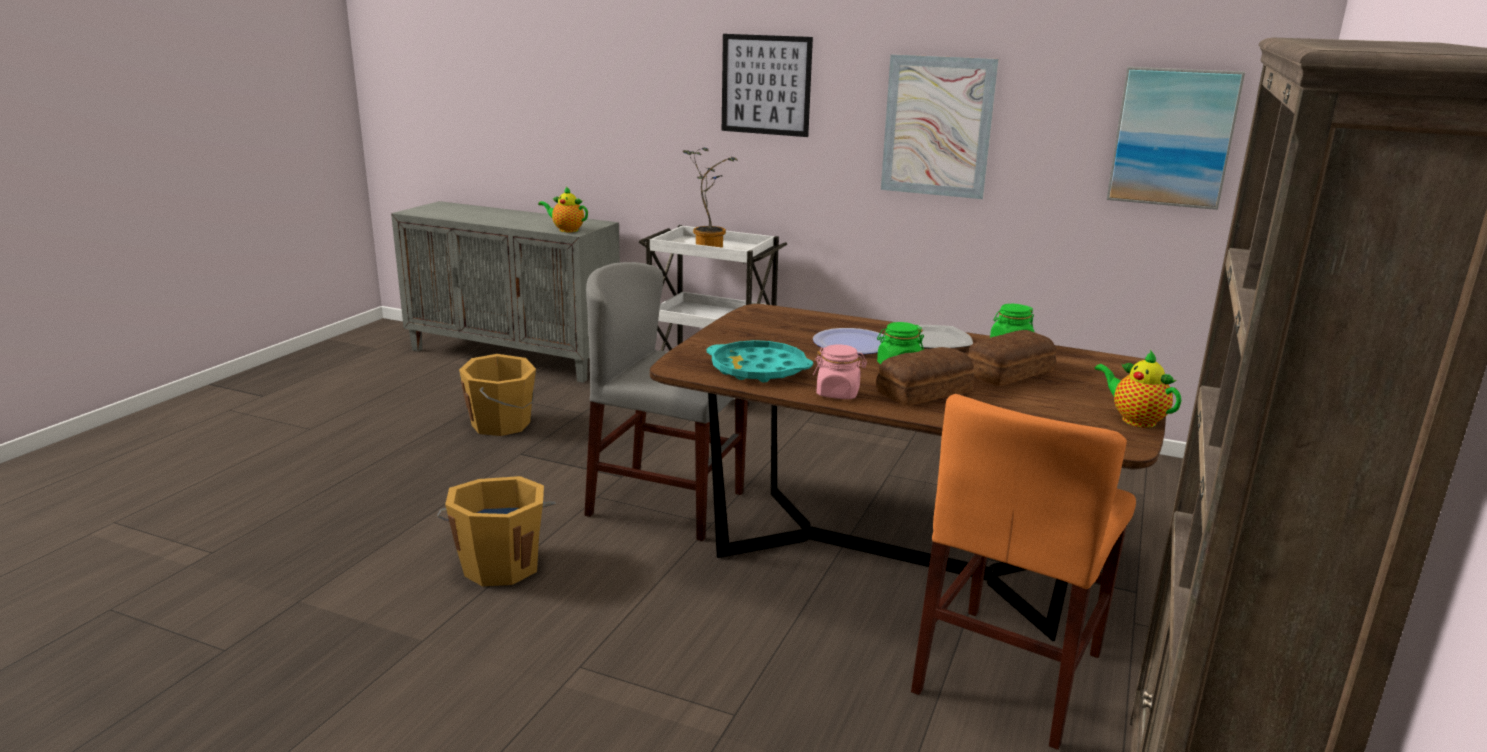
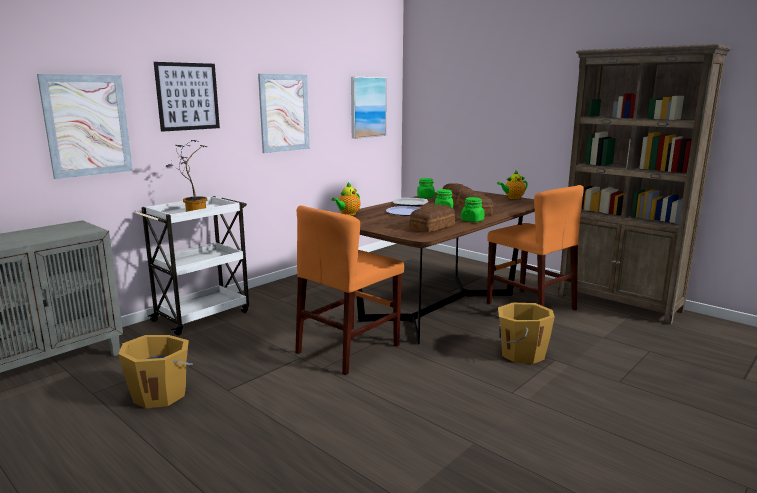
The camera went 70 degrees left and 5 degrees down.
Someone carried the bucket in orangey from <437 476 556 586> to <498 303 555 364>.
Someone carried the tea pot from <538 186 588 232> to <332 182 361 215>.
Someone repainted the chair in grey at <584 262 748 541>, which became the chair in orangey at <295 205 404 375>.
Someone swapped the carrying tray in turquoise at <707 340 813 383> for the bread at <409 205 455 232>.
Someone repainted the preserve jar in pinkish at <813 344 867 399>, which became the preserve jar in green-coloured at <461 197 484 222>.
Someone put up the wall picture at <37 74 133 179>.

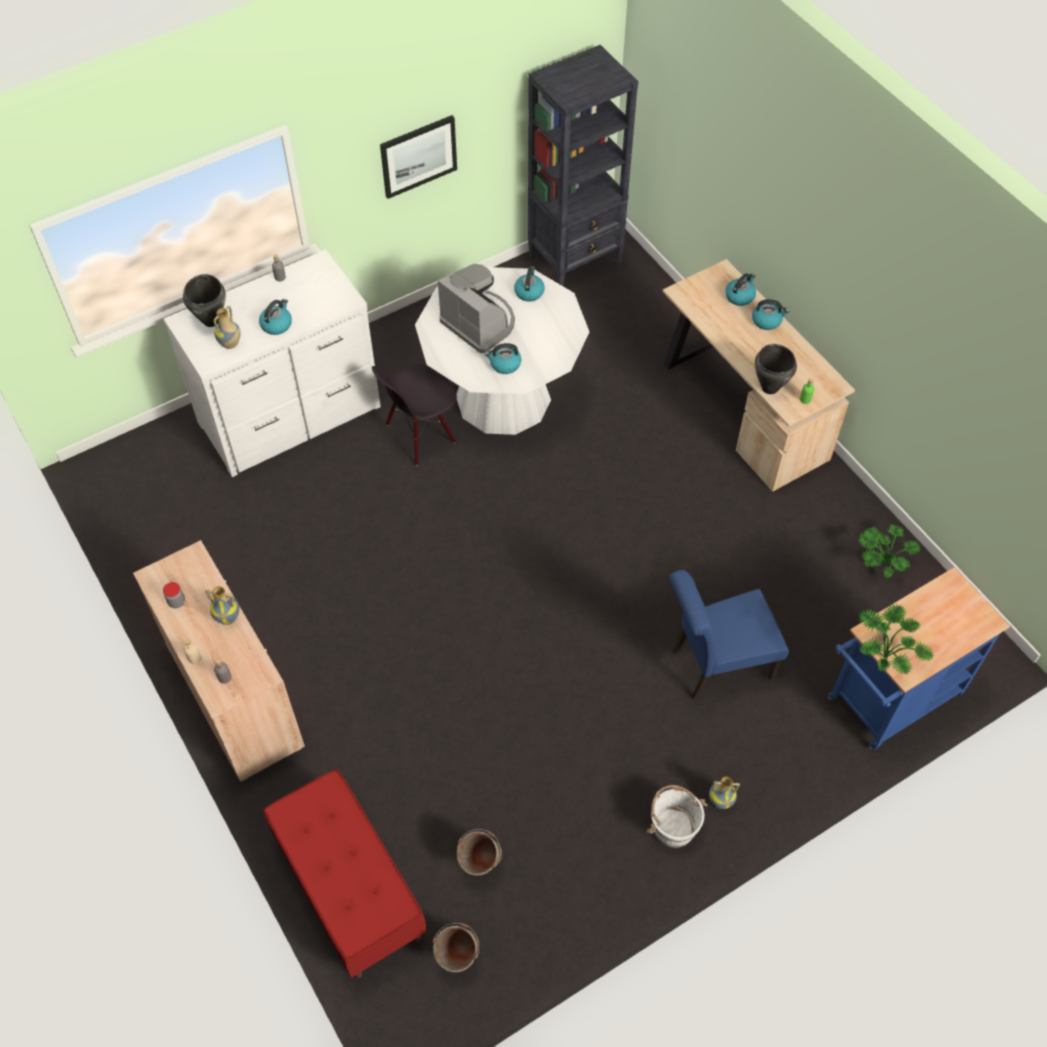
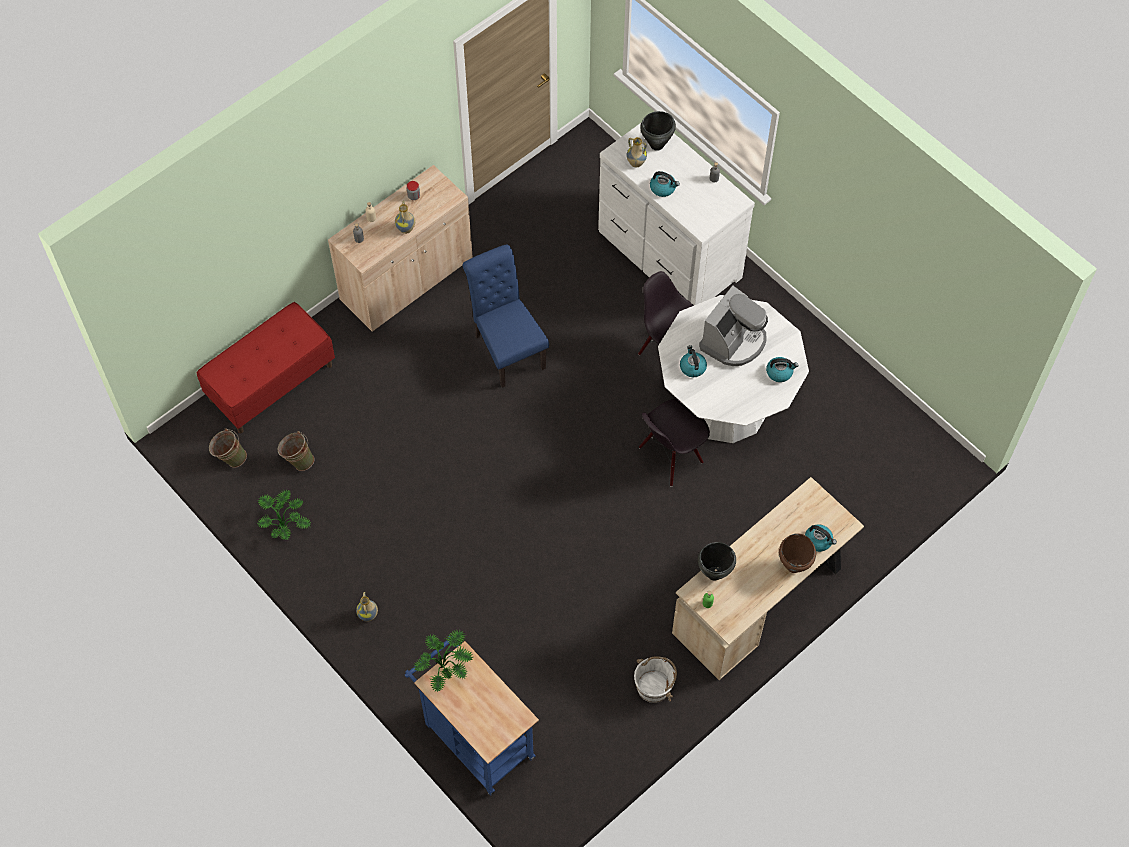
The camera went 80 degrees right and 5 degrees up.
Someone took away the wall picture at <380 115 457 199>.
Someone took away the bookshelf in blackish at <528 45 638 286>.
Someone carried the bucket in white from <646 785 707 848> to <634 656 677 703>.
Someone carried the chair in bluish from <669 570 789 700> to <463 244 549 388>.
Someone swapped the water kettle at <752 299 789 330> for the cooking pot in brown at <779 533 816 573>.
Someone carried the plant in a pot from <858 524 921 578> to <258 489 311 540>.
Someone put down the chair in blackish at <639 399 710 487>.

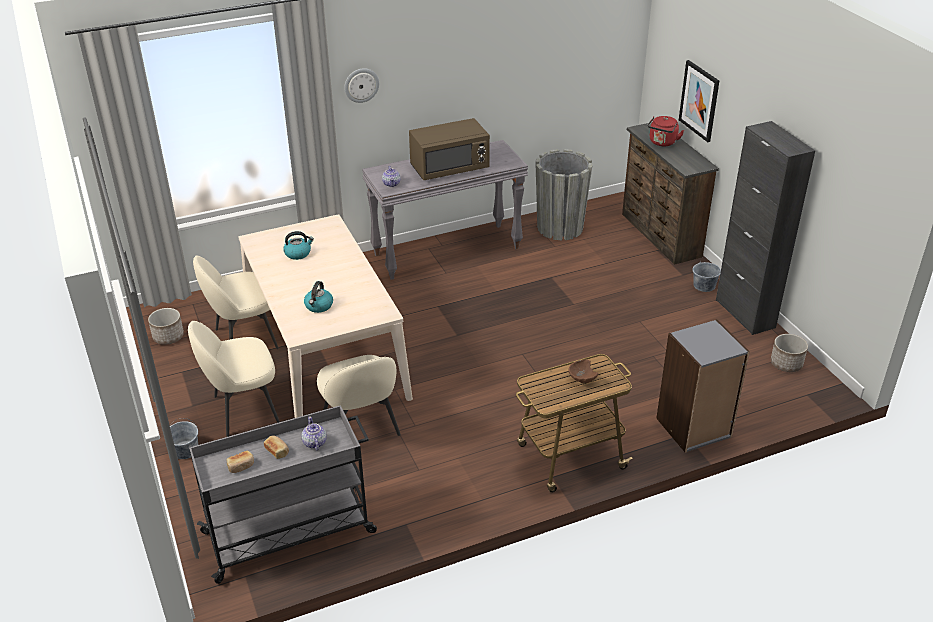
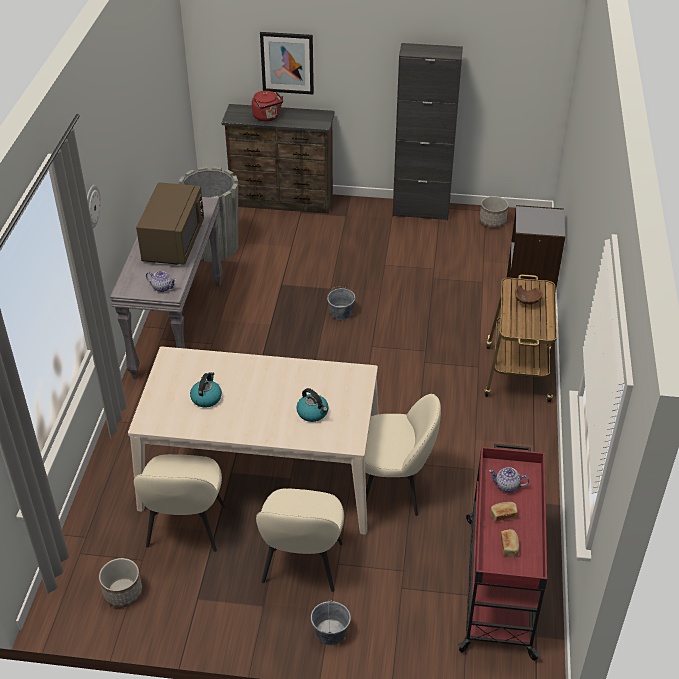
The camera went 60 degrees left and 5 degrees up.
Someone repainted the trolley in grey at <189 405 377 584>, which became the trolley in red-coloured at <458 444 547 661>.
Someone carried the bucket in grey from <692 256 721 292> to <327 286 355 320>.

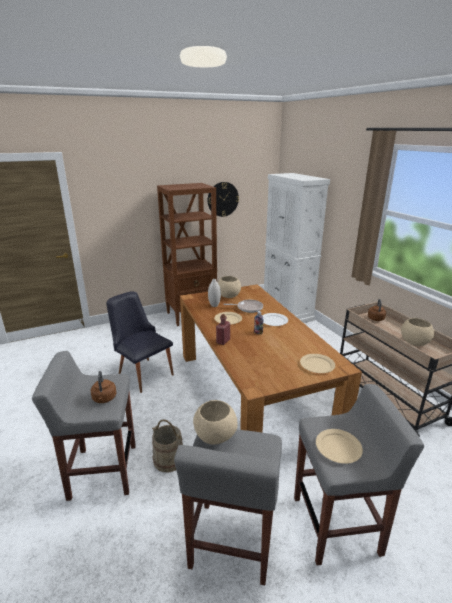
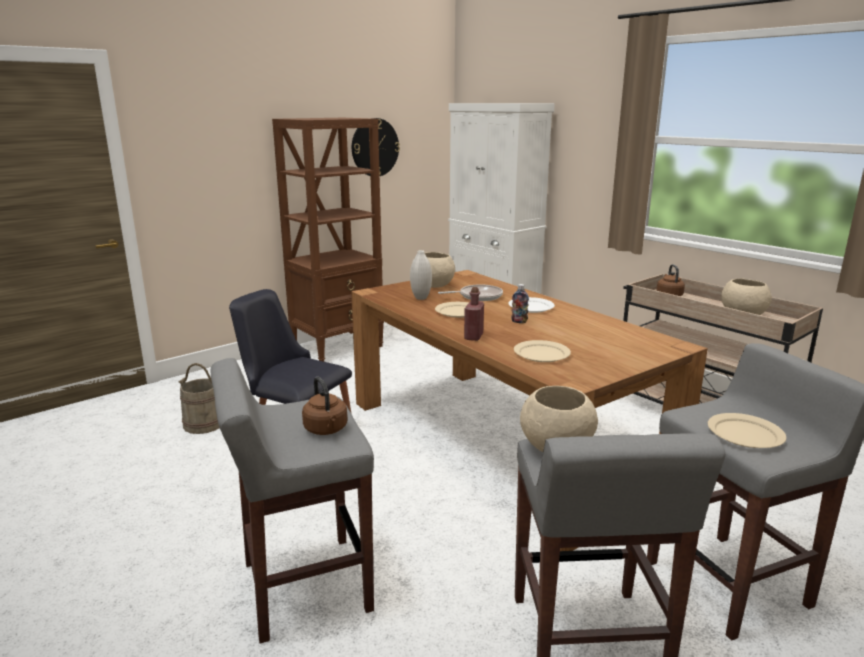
The camera went 15 degrees left and 5 degrees down.
Someone carried the bucket in beige from <152 420 183 472> to <178 363 220 434>.
Someone carried the dinner plate in beige from <300 354 335 373> to <514 340 571 362>.

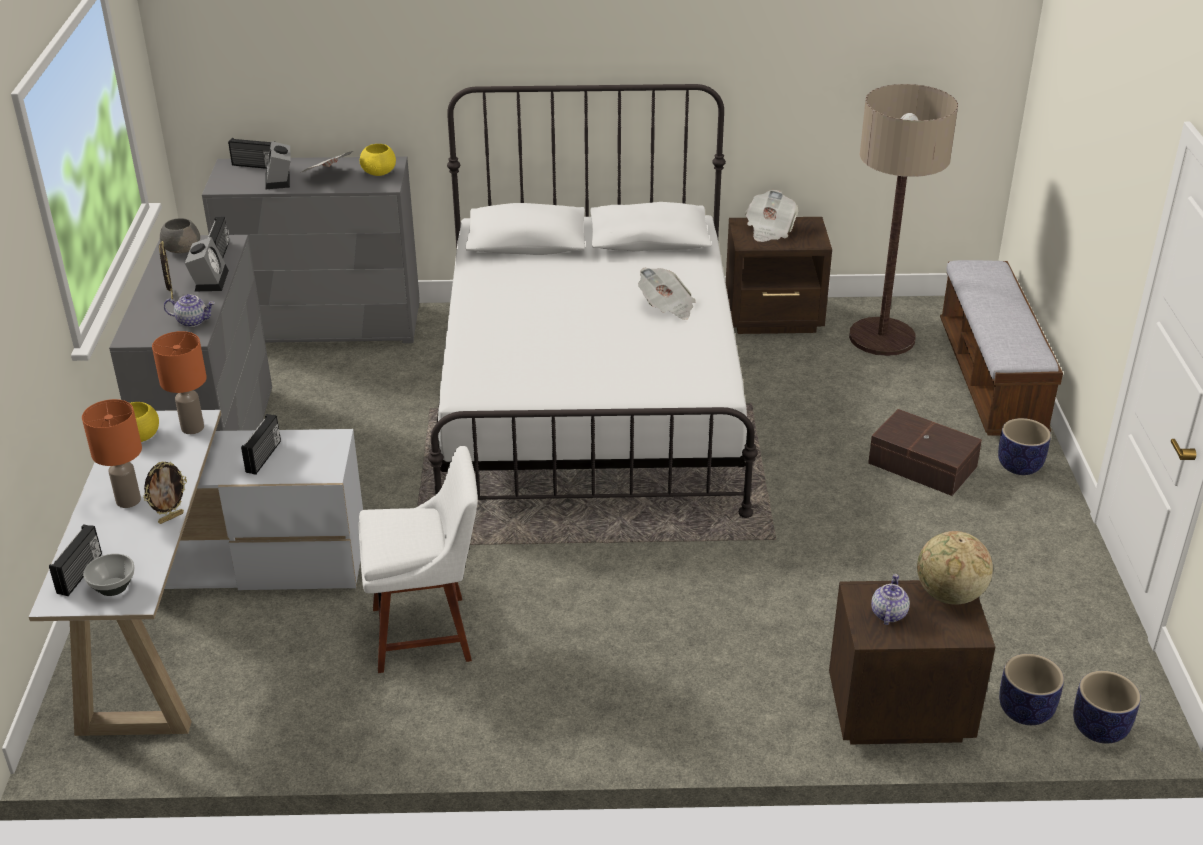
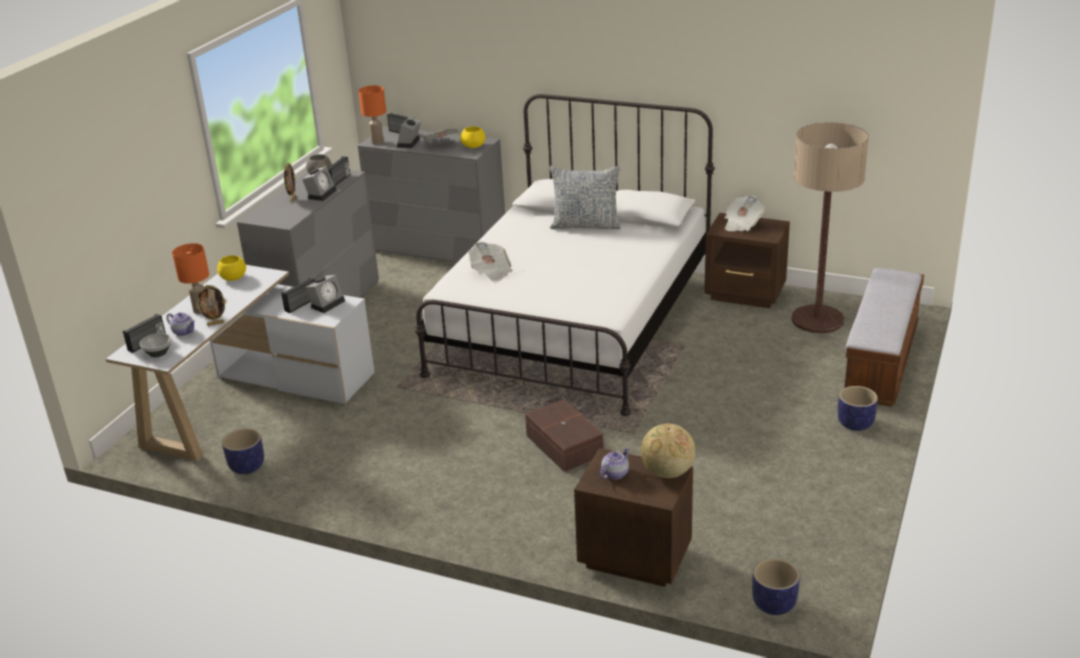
The camera went 25 degrees right and 5 degrees down.
Someone carried the lamp for a table in orangey from <152 331 207 434> to <358 85 386 145>.
Someone carried the tea pot from <164 294 215 327> to <166 312 195 336>.
Someone took away the chair in white at <358 446 478 673>.
Someone carried the newspaper from <638 268 696 320> to <468 241 513 282>.
Someone carried the storage box in brown from <868 409 982 496> to <525 399 604 472>.
Someone carried the plant pot from <999 654 1064 725> to <222 428 264 474>.
Someone put down the bedside clock at <305 275 345 313>.
Someone put down the pillow at <550 166 621 229>.

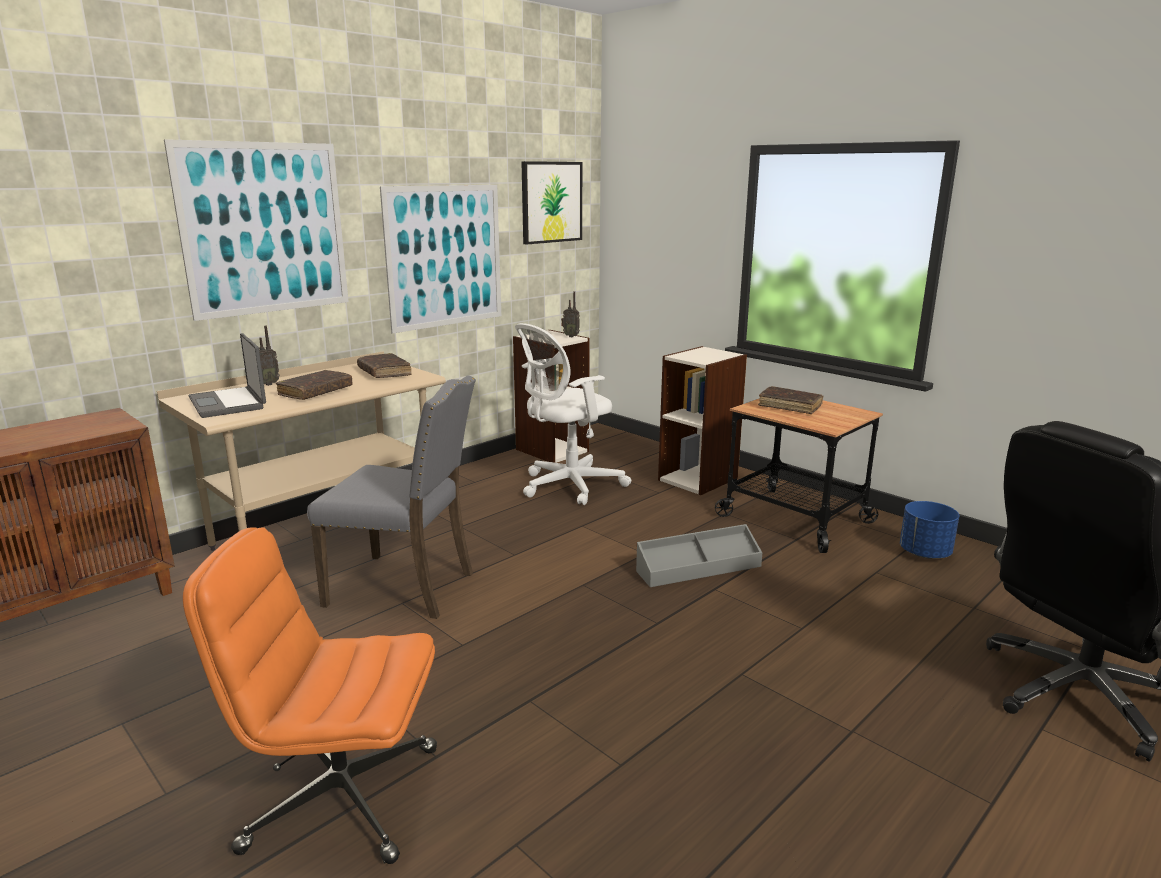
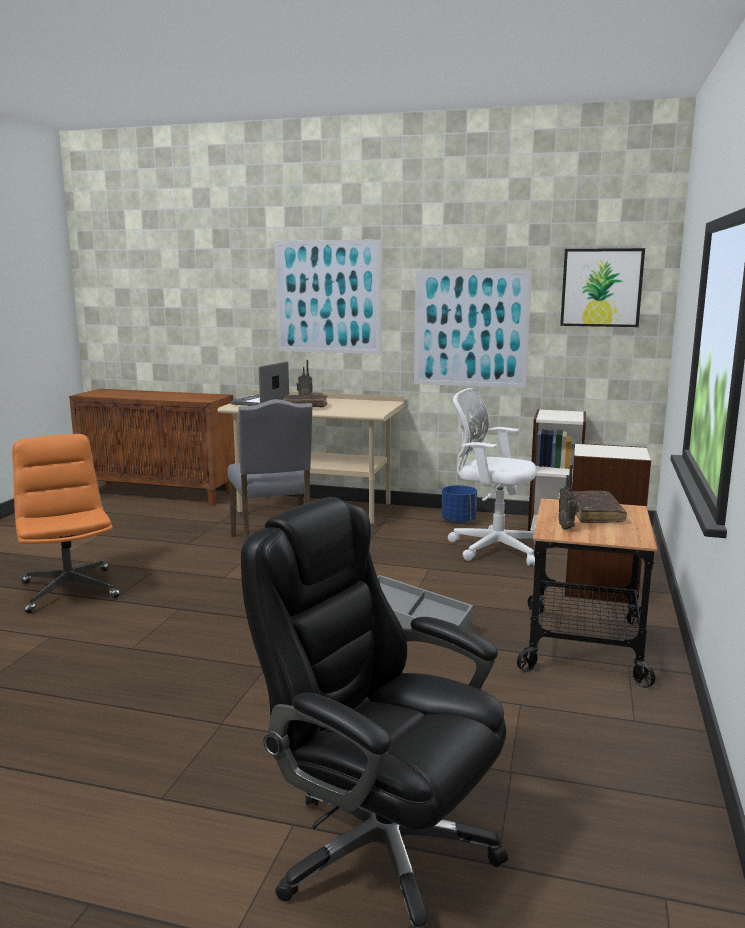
The camera went 60 degrees right and 5 degrees down.
Someone took away the volume in brown at <357 353 412 378>.
Someone carried the radio from <561 291 580 337> to <558 465 580 530>.
Someone carried the plant pot in bluish from <900 501 959 559> to <441 485 477 524>.

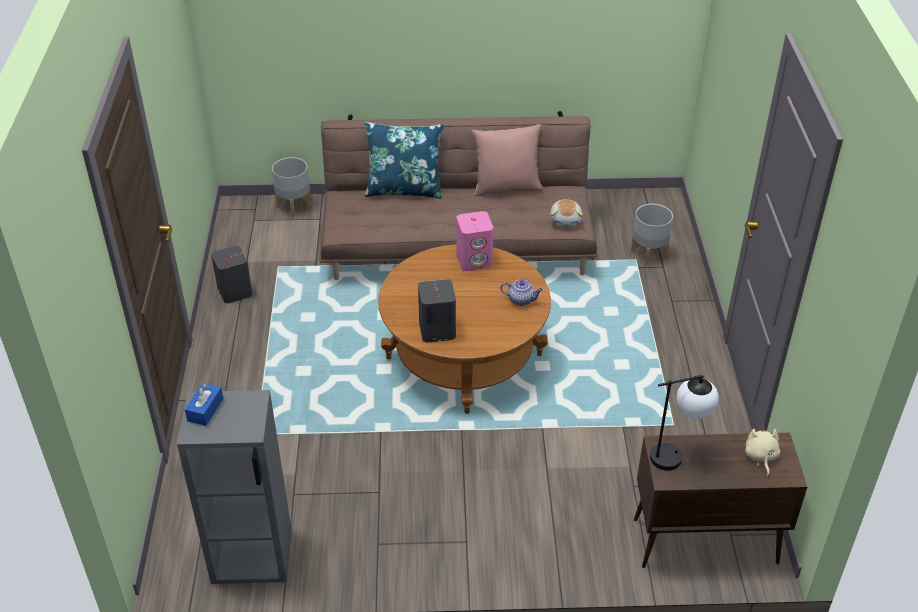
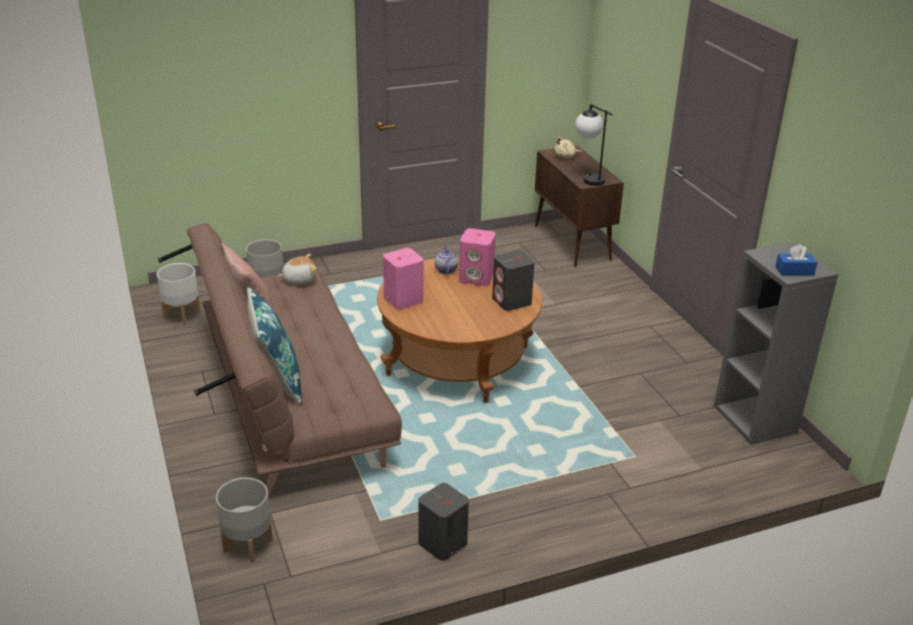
The camera went 110 degrees left and 10 degrees down.
Someone put down the plant pot in white at <157 263 201 325>.
Someone put down the speaker in pinkish at <459 228 496 286>.

